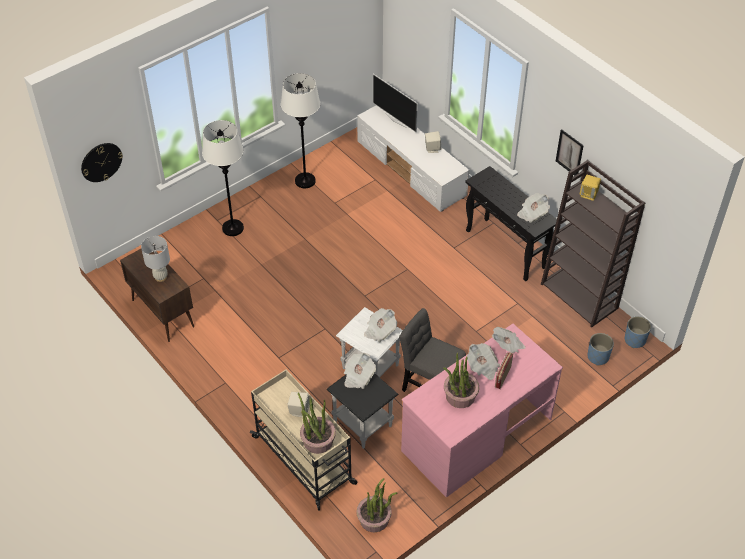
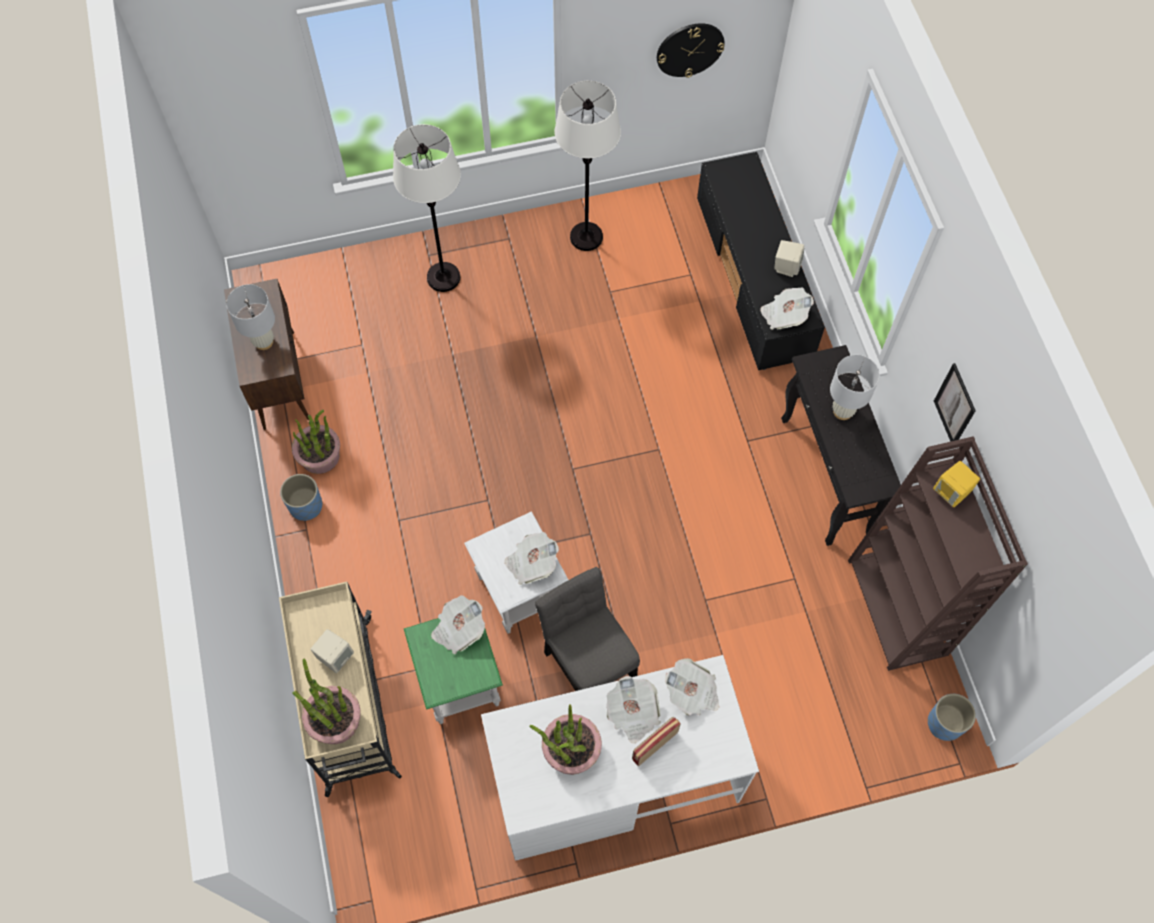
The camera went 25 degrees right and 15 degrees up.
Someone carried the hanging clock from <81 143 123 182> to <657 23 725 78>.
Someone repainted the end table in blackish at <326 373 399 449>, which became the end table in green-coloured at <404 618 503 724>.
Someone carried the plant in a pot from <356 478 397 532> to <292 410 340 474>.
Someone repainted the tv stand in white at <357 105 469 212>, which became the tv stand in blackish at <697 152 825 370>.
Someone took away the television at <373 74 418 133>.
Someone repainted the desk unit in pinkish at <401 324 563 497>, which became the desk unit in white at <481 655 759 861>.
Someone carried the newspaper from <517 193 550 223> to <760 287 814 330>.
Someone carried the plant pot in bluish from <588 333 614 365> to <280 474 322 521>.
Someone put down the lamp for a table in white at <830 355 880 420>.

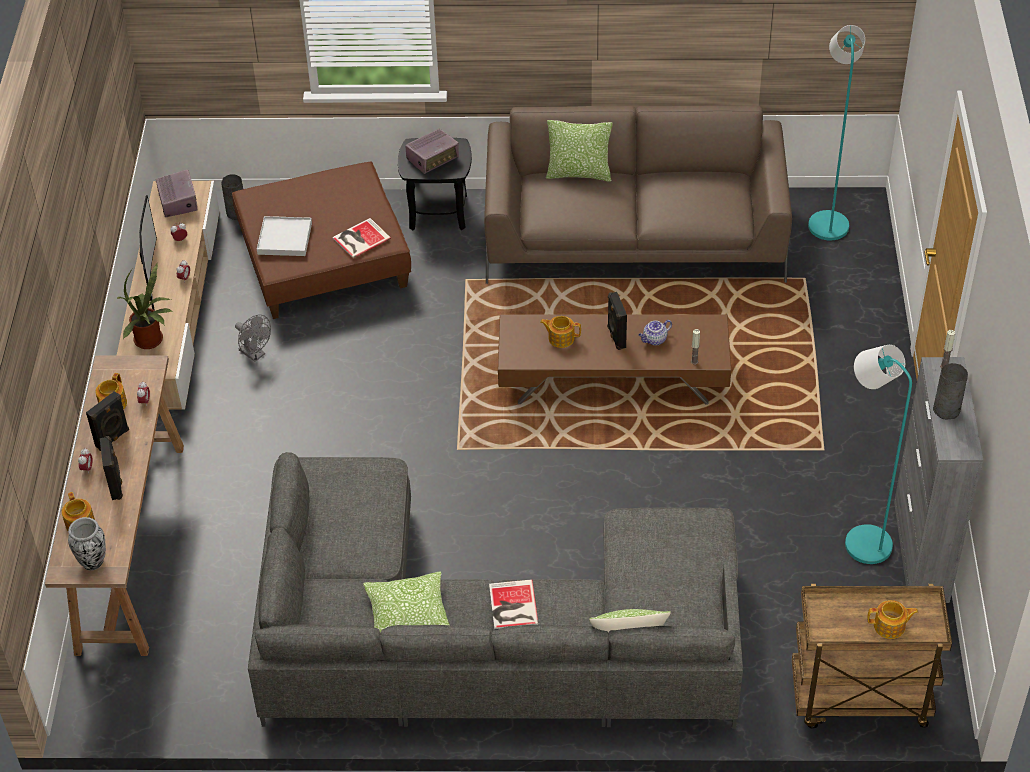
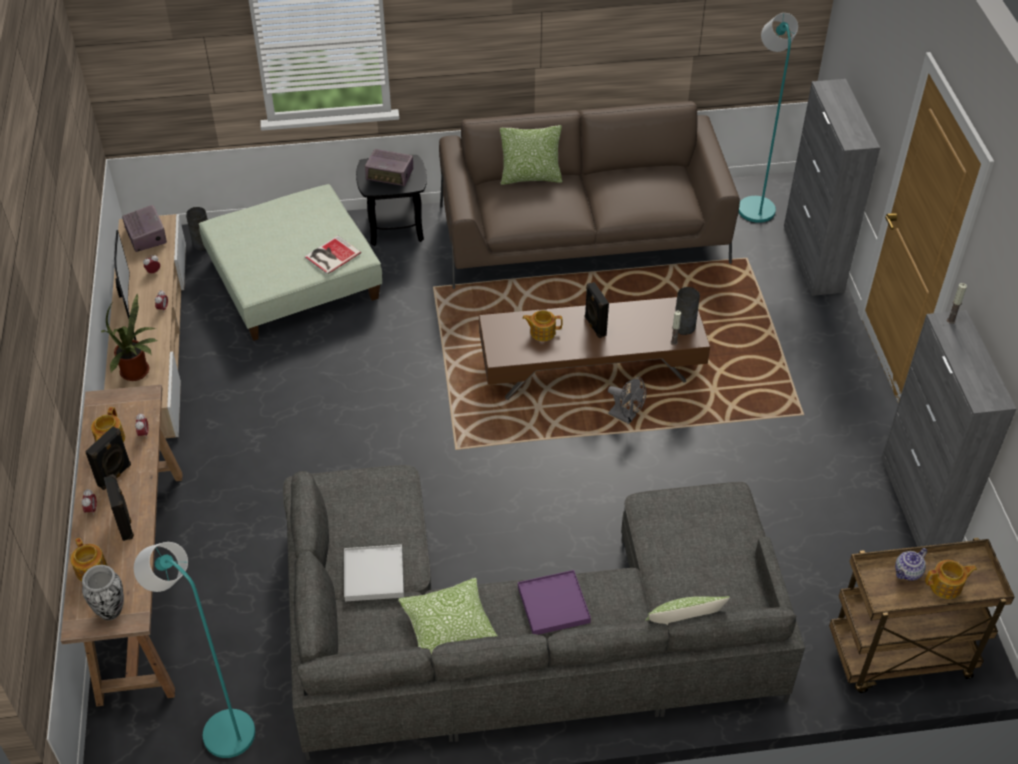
The camera went 10 degrees left and 0 degrees up.
Someone repainted the footrest in brown at <232 162 411 319>, which became the footrest in green-coloured at <199 184 382 341>.
Someone carried the cooling fan in grey from <235 314 271 362> to <608 377 646 424>.
Someone carried the carrying tray in white from <257 216 312 256> to <344 544 404 602>.
Someone rotated the radio at <405 129 459 174> by 60 degrees clockwise.
Someone swapped the volume at <489 579 538 629> for the carrying tray in purplish at <518 570 591 635>.
Someone carried the tea pot from <639 320 672 346> to <895 548 927 581>.
Someone carried the standard lamp in turquoise from <845 345 912 564> to <134 542 255 758>.
Someone carried the decorative vase in grey from <933 363 968 420> to <675 287 700 335>.
Someone put down the storage cabinet in grey at <784 79 880 296>.

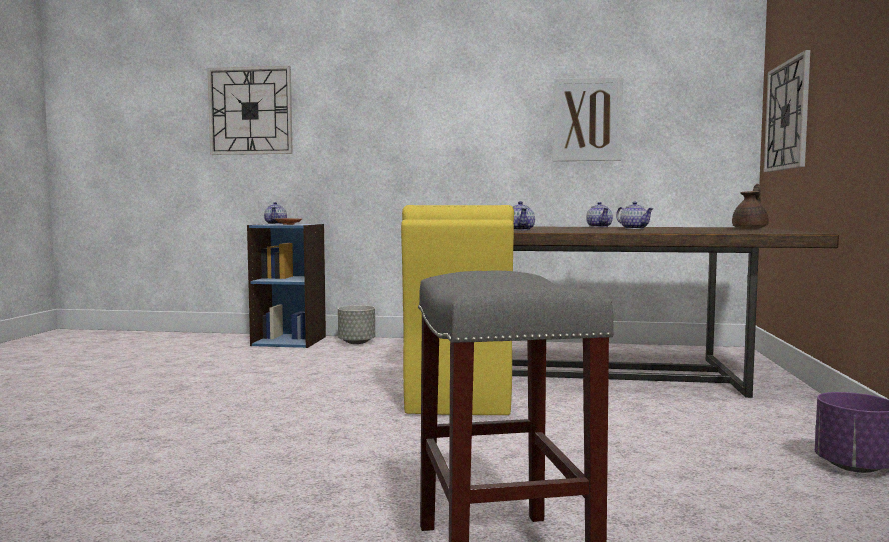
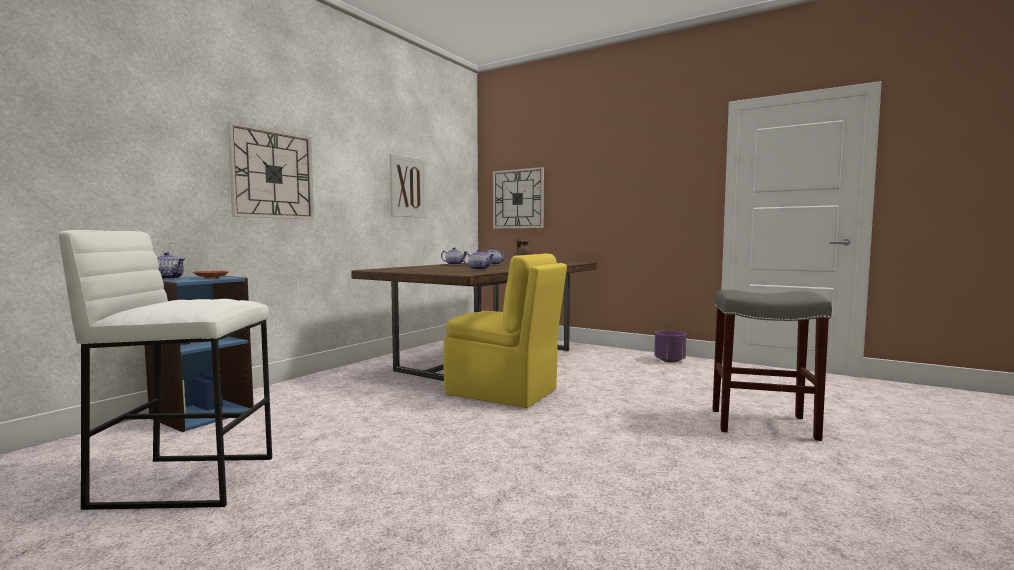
The camera went 65 degrees left and 0 degrees up.
Someone carried the hanging clock from <207 66 293 155> to <227 122 314 220>.
Someone took away the plant pot in grey at <338 305 375 344>.
Someone put down the sitting stool in white at <59 230 272 510>.

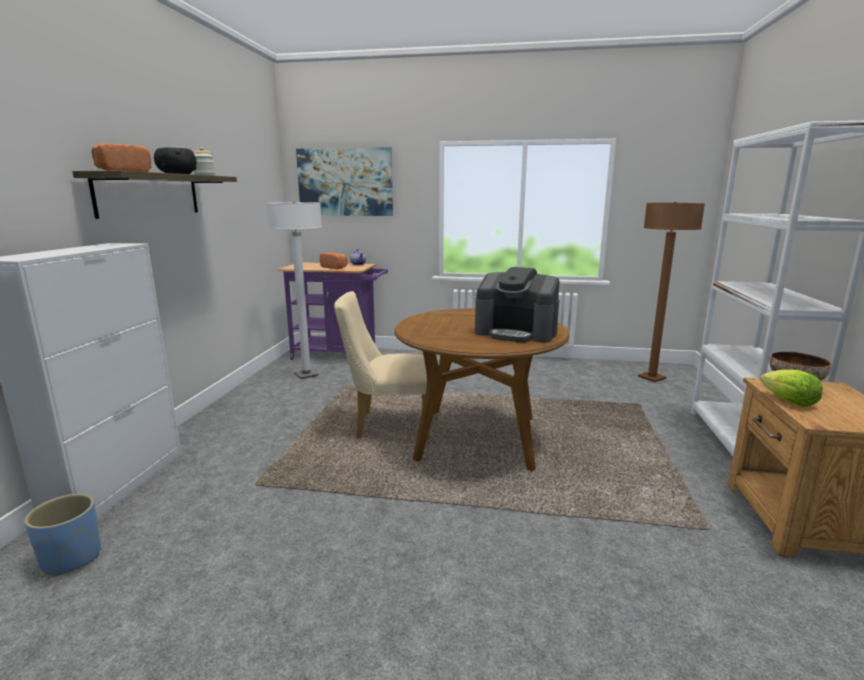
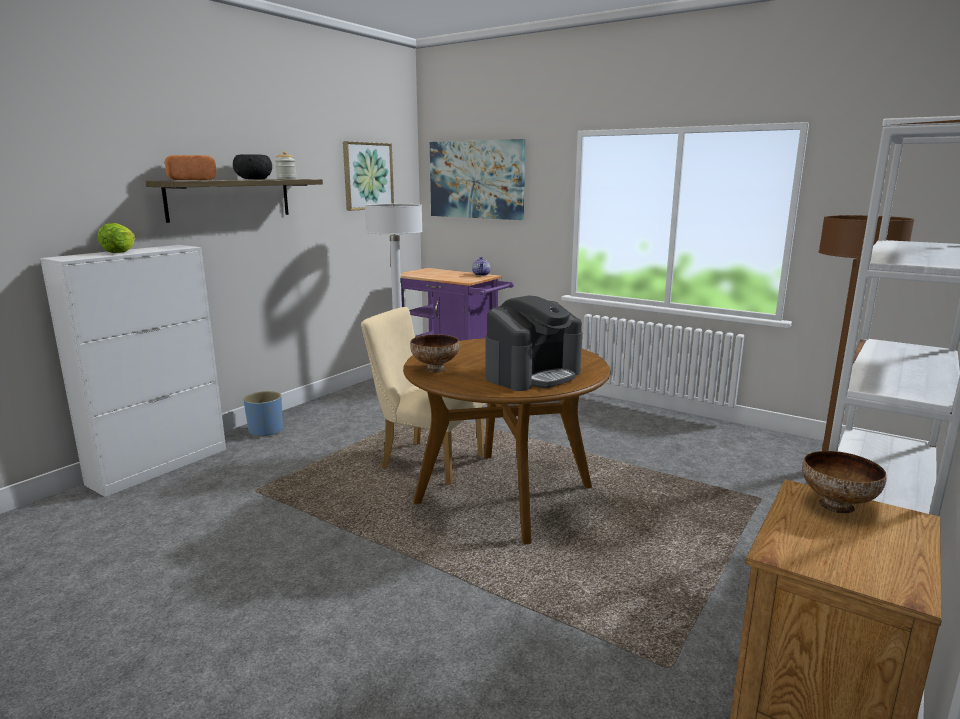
The camera went 25 degrees right and 0 degrees up.
Someone carried the plant pot in bluish from <24 494 101 577> to <244 391 283 437>.
Someone took away the bread at <320 252 348 269>.
Someone rotated the coffee maker at <475 267 560 343> by 90 degrees counterclockwise.
Someone carried the lettuce from <760 370 823 407> to <98 223 135 253>.
Someone put up the wall picture at <343 141 394 211>.
Someone put down the bowl at <410 334 459 372>.

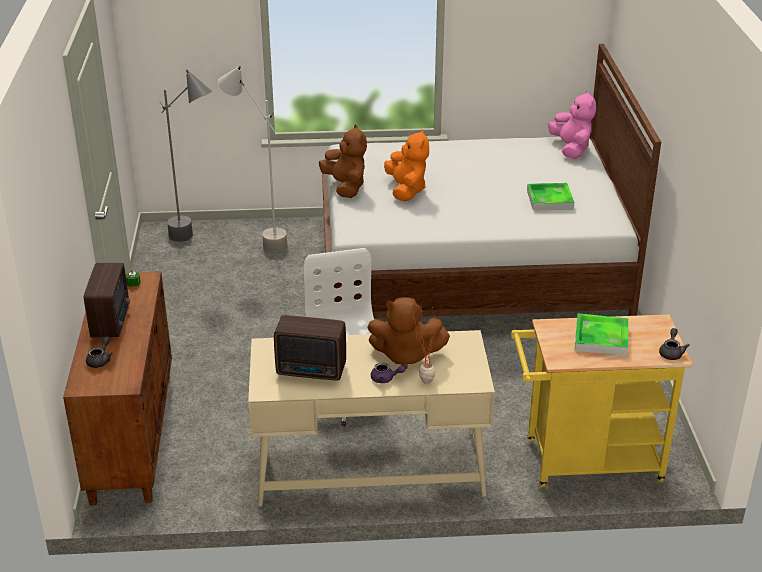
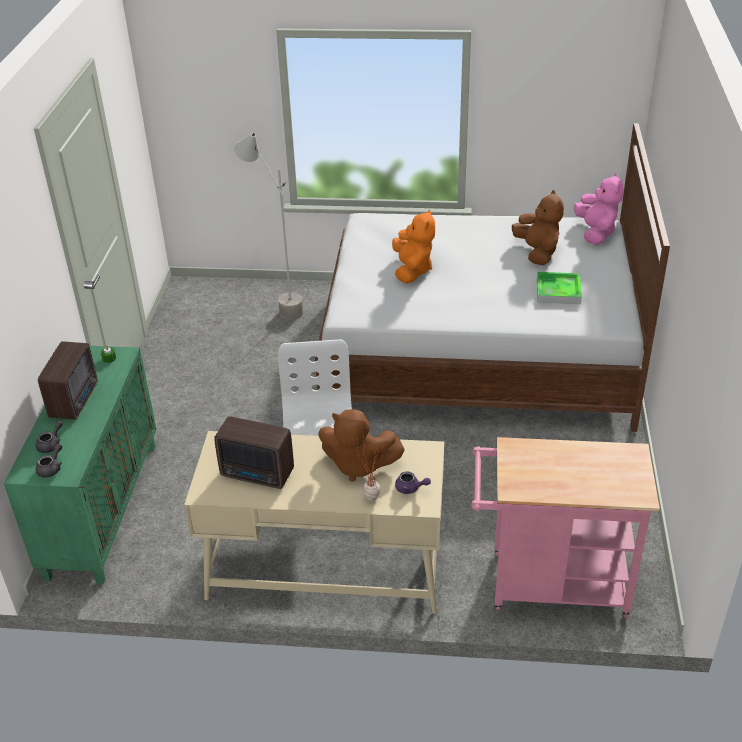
The camera went 10 degrees right and 5 degrees up.
Someone repainted the storage cabinet in brown at <63 271 172 505>, which became the storage cabinet in green-coloured at <4 346 157 584>.
Someone took away the standard lamp in grey at <160 70 212 242>.
Someone carried the soft toy in brown from <319 125 367 198> to <512 190 564 265>.
Someone carried the tea pot in purplish from <371 363 405 383> to <395 471 431 494>.
Someone repainted the trolley in yellow-coloured at <511 314 693 487>, which became the trolley in pinkish at <472 437 660 617>.
Someone took away the carrying tray at <575 313 628 356>.
Someone carried the tea pot in grey from <659 328 690 360> to <36 443 62 477>.

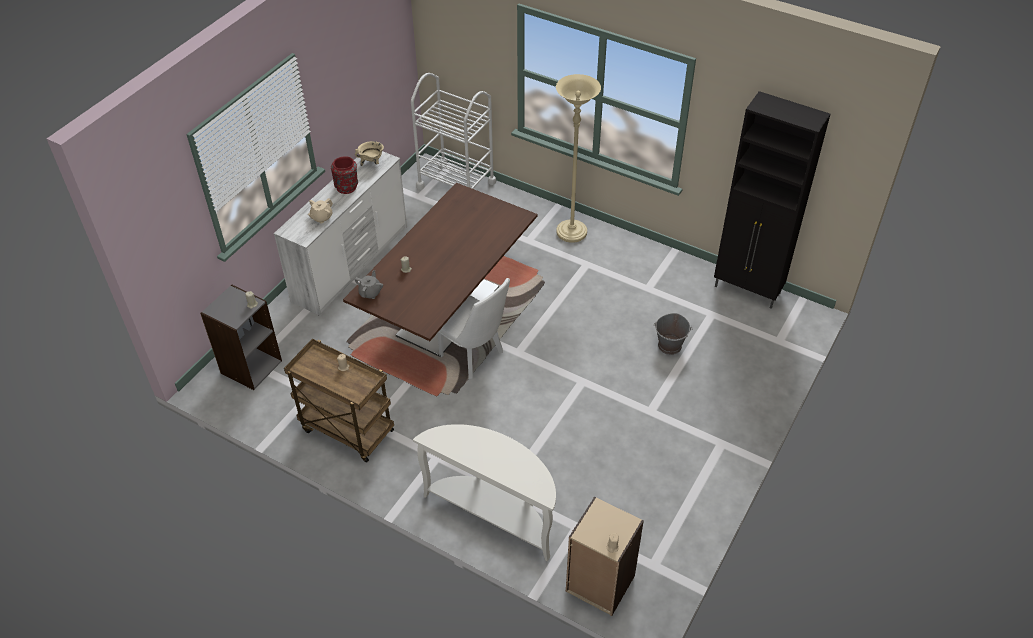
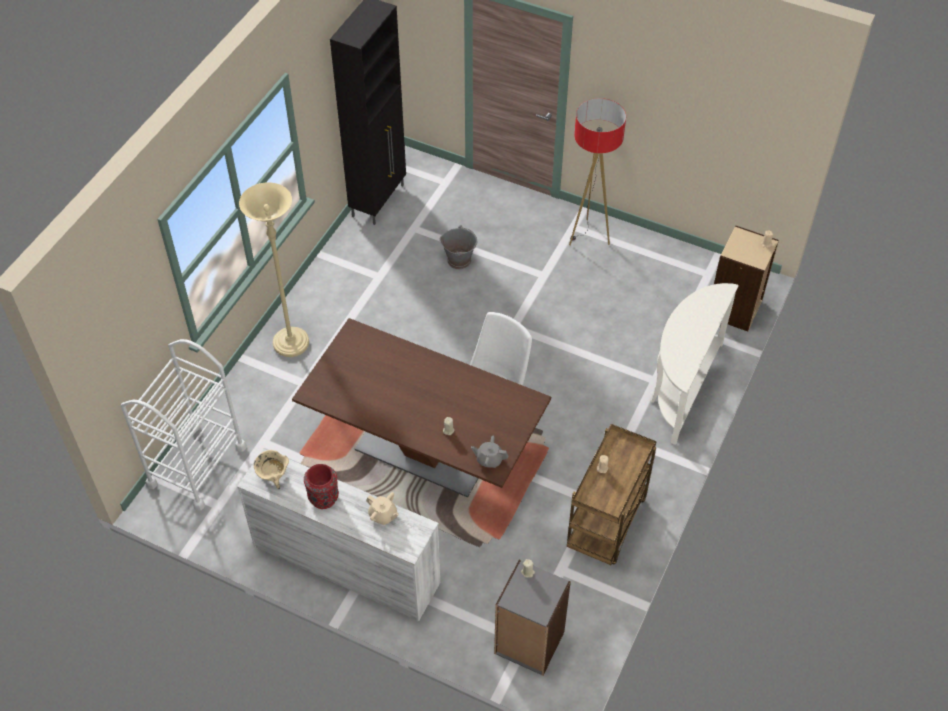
The camera went 95 degrees left and 5 degrees up.
Someone put down the standard lamp at <569 98 626 245>.

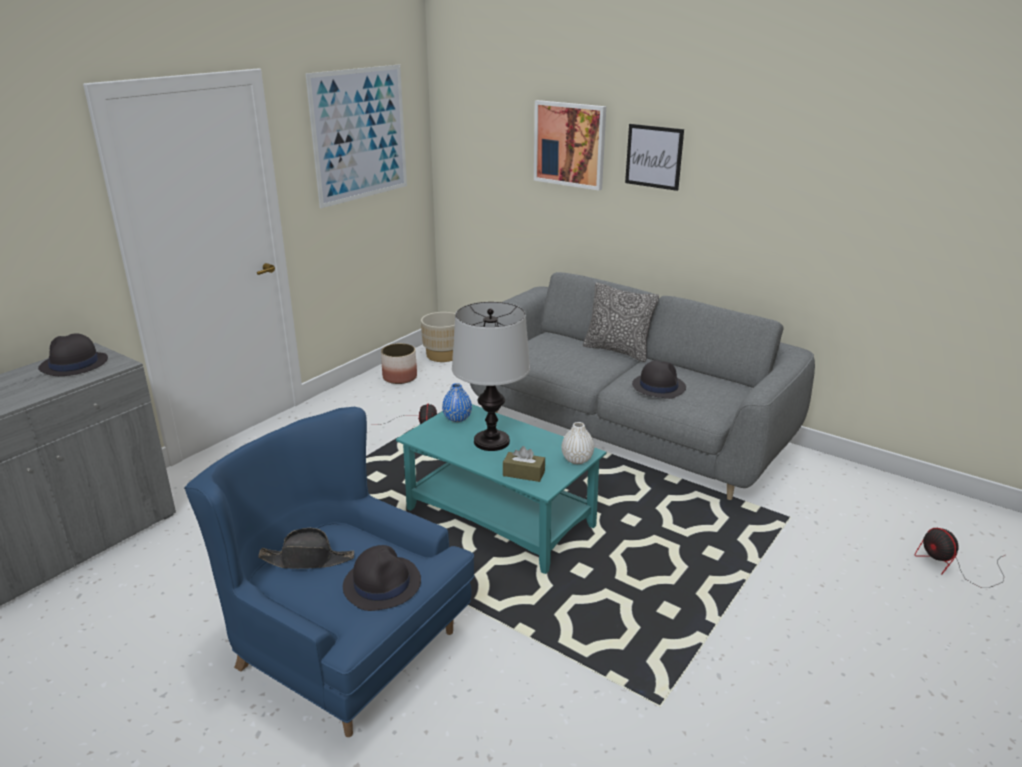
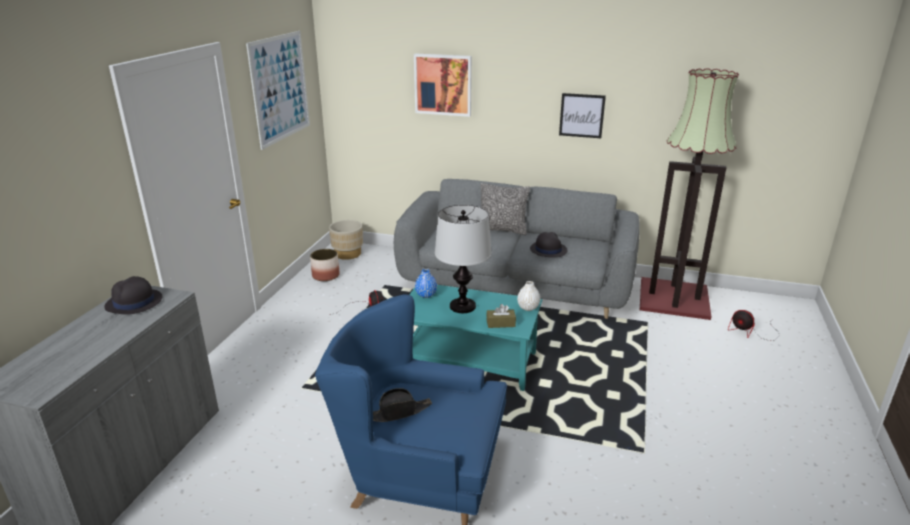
The camera went 20 degrees left and 0 degrees up.
Someone took away the clothing hat in blackish at <343 545 421 611>.
Someone carried the wall picture from <625 124 684 191> to <559 93 606 138>.
Someone put down the standard lamp at <640 68 739 320>.

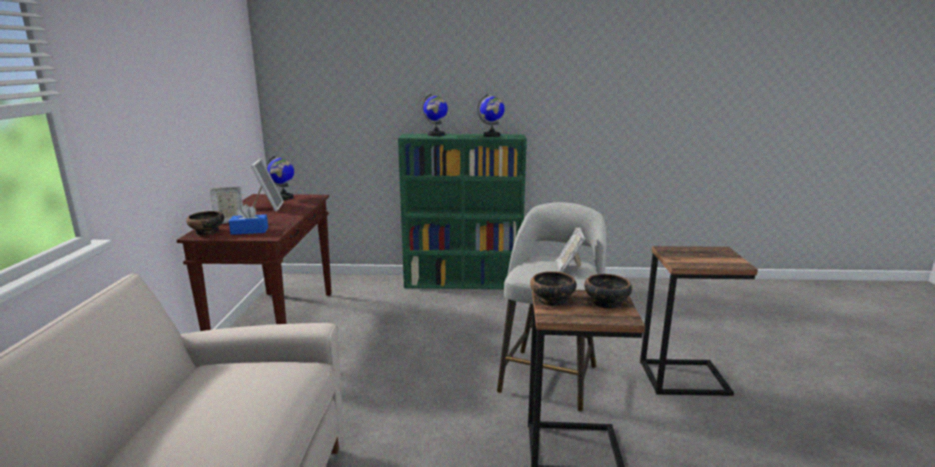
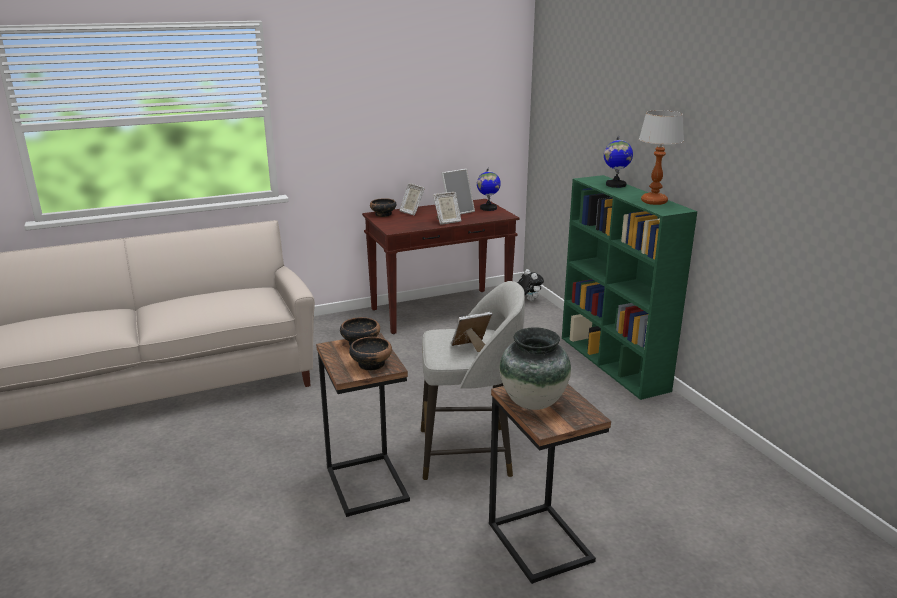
The camera went 65 degrees right and 5 degrees up.
Someone took away the box of tissues in bluish at <229 204 268 235>.
Someone swapped the world globe at <477 93 505 137> for the lamp for a table at <639 110 684 205>.
Someone put down the picture frame at <433 192 461 224>.
Someone put down the decorative vase at <500 327 571 410>.
Someone put down the soft toy at <517 269 544 301>.

